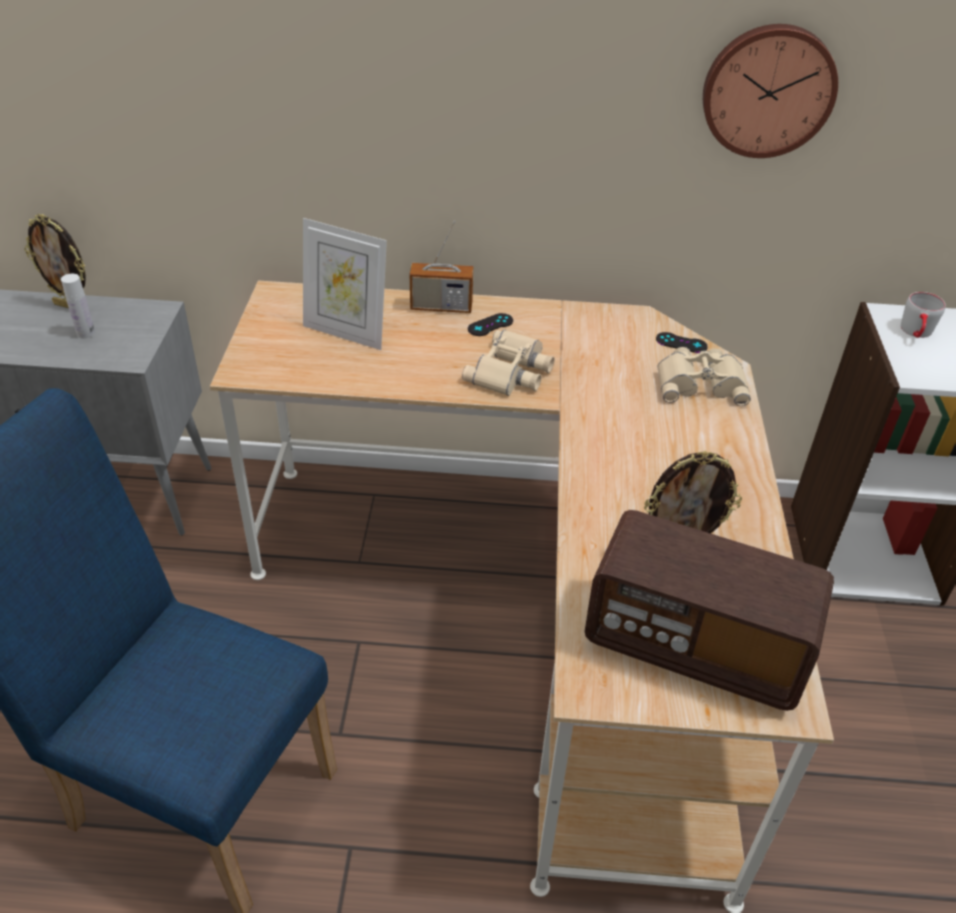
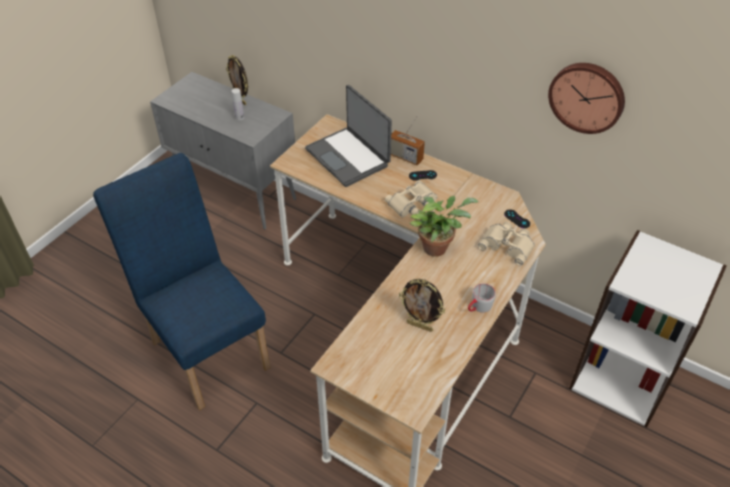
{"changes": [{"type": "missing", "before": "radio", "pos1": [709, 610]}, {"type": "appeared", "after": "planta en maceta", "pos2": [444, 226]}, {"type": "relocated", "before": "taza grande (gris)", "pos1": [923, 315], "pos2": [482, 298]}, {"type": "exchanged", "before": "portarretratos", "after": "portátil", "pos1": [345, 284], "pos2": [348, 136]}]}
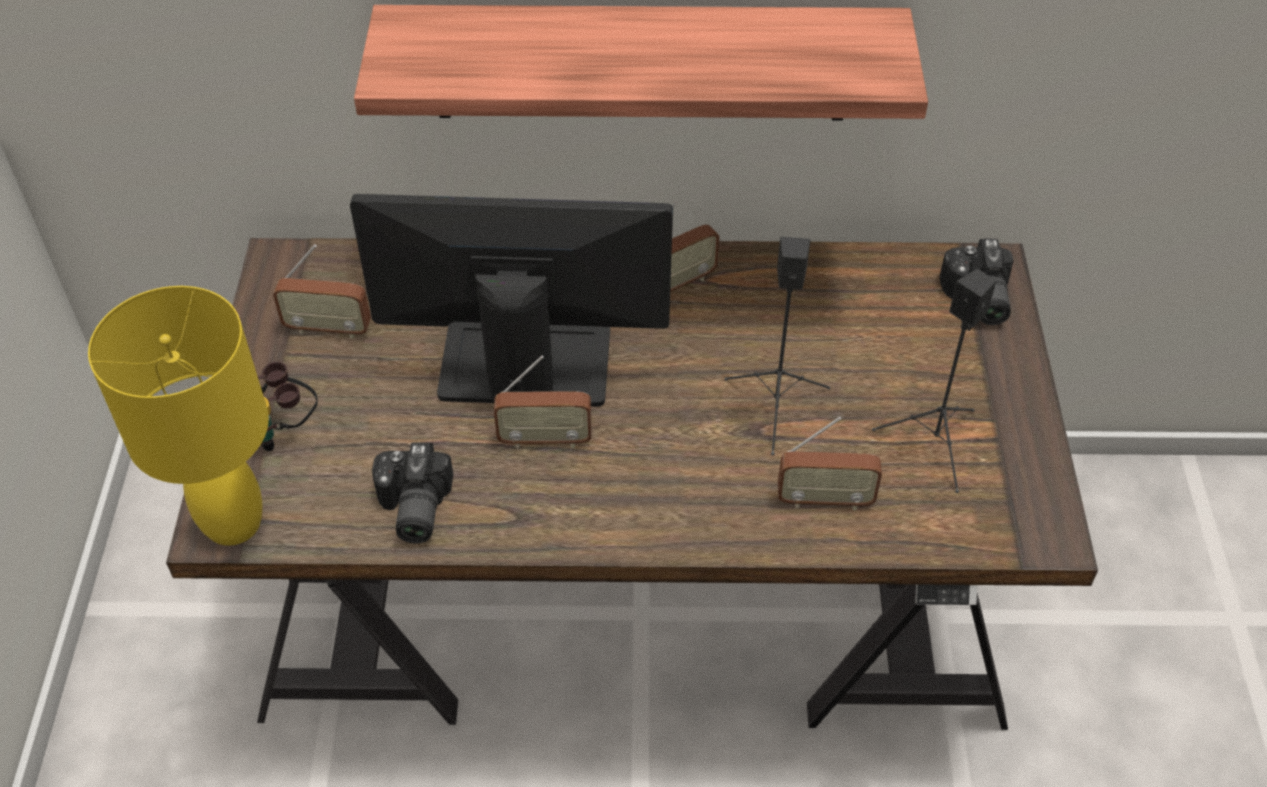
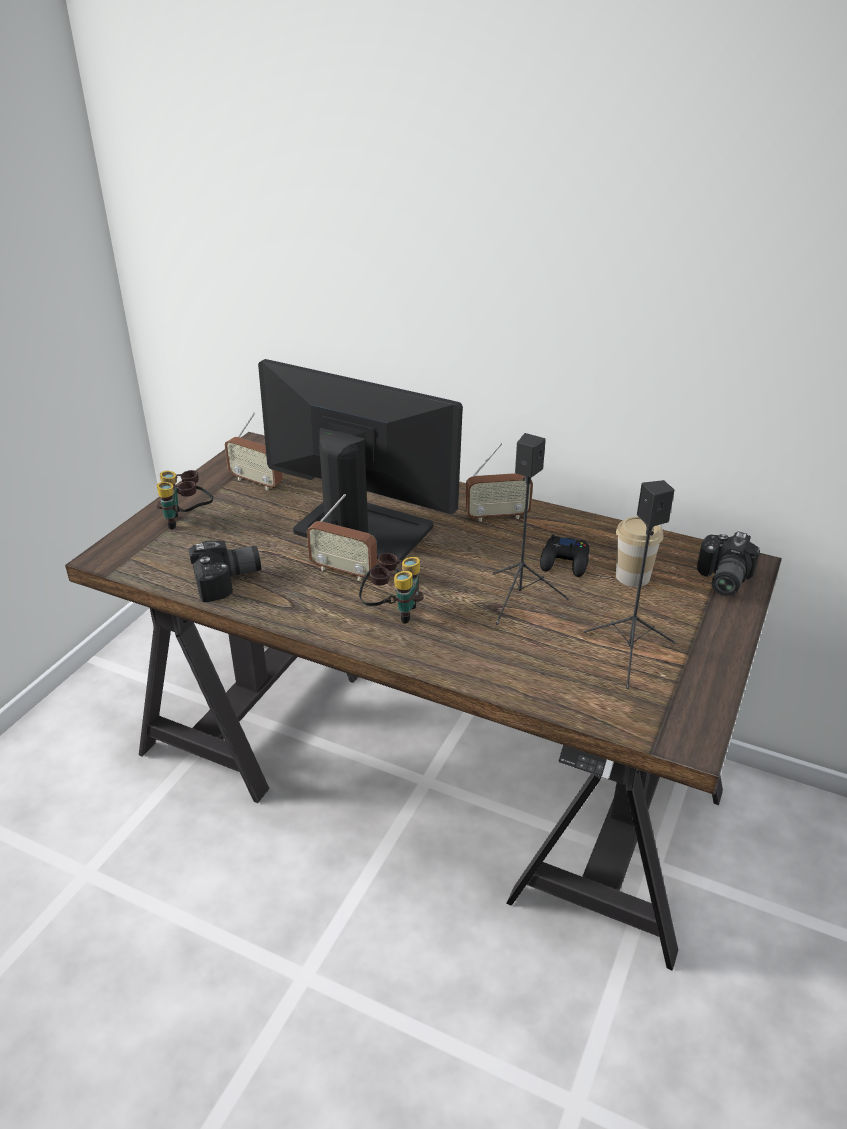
{"changes": [{"type": "missing", "before": "lámpara de mesa (amarillo)", "pos1": [178, 416]}, {"type": "missing", "before": "estante", "pos1": [641, 62]}, {"type": "missing", "before": "radio", "pos1": [830, 464]}, {"type": "appeared", "after": "prismáticos", "pos2": [391, 588]}, {"type": "appeared", "after": "mando de consola (negro)", "pos2": [565, 556]}, {"type": "appeared", "after": "taza", "pos2": [639, 551]}, {"type": "spun", "before": "cámara", "pos1": [412, 493], "pos2": [224, 571], "turn": -135}]}
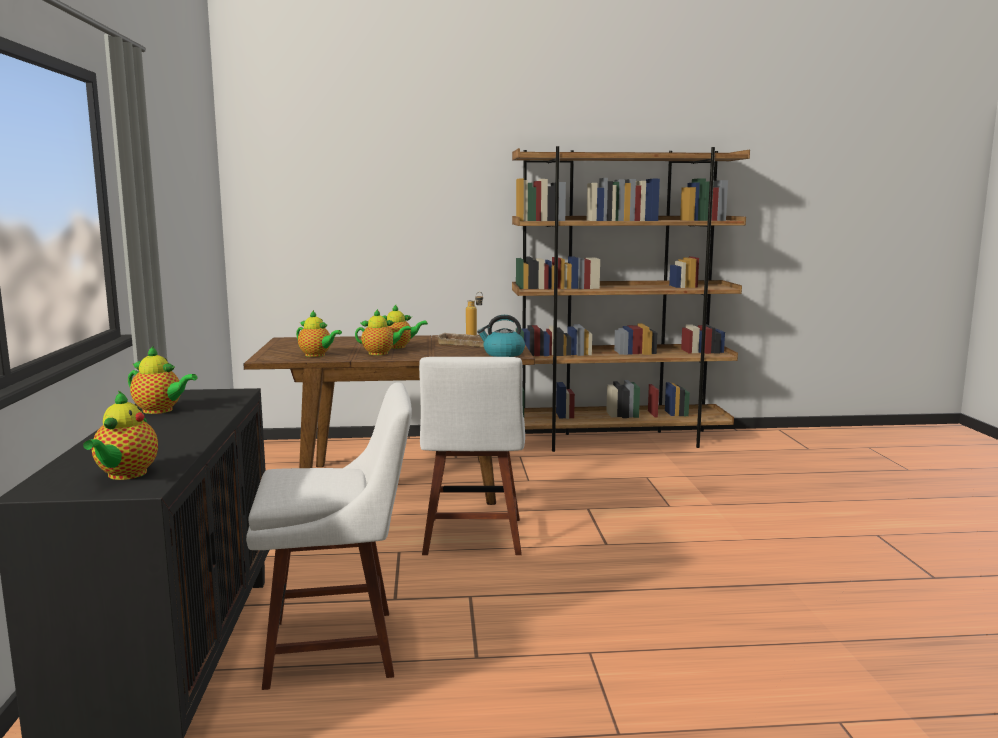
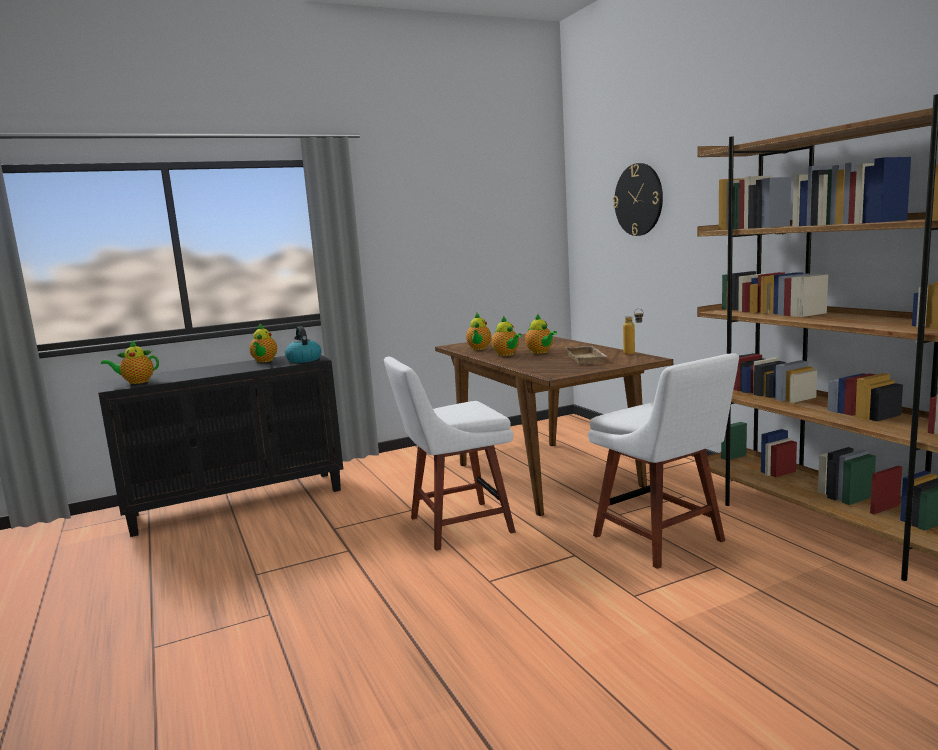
{"changes": [{"type": "appeared", "after": "reloj de pared", "pos2": [638, 199]}, {"type": "relocated", "before": "silla (blanco)", "pos1": [329, 536], "pos2": [663, 461]}, {"type": "relocated", "before": "hervidor", "pos1": [501, 336], "pos2": [303, 344]}]}
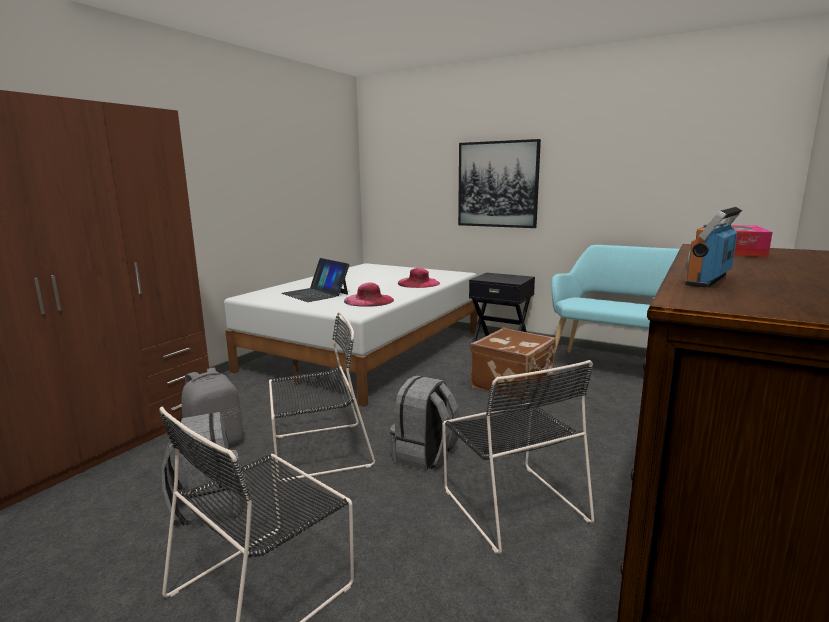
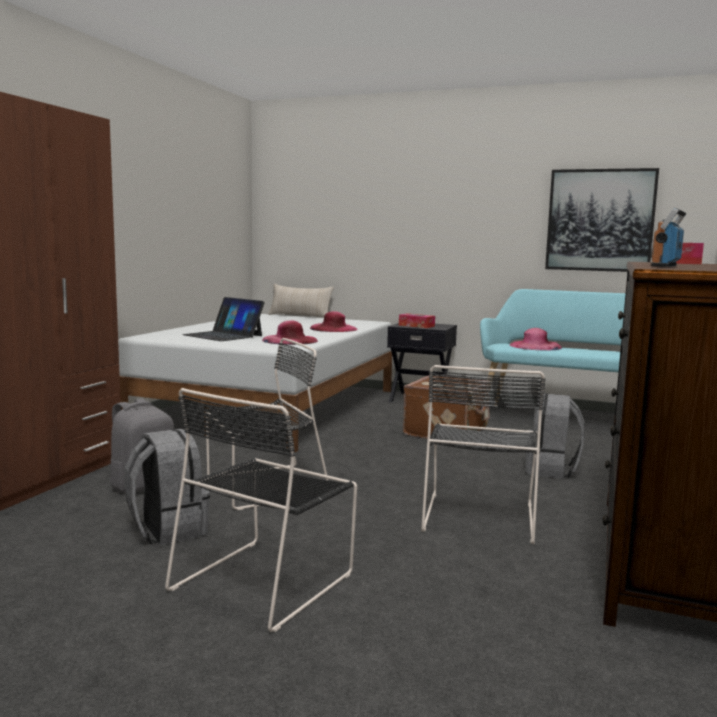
{"changes": [{"type": "appeared", "after": "cojín (beis)", "pos2": [301, 301]}, {"type": "appeared", "after": "caja de pañuelos", "pos2": [417, 320]}, {"type": "appeared", "after": "sombrero (rosa)", "pos2": [536, 339]}, {"type": "relocated", "before": "mochila (gris)", "pos1": [425, 423], "pos2": [554, 436]}, {"type": "relocated", "before": "cuadro", "pos1": [499, 183], "pos2": [602, 220]}, {"type": "spun", "before": "silla (negro)", "pos1": [518, 457], "pos2": [483, 454], "turn": 45}]}
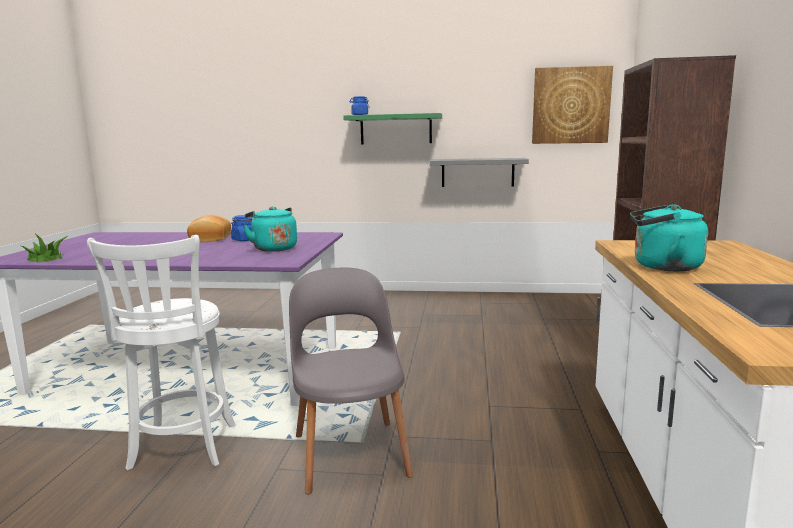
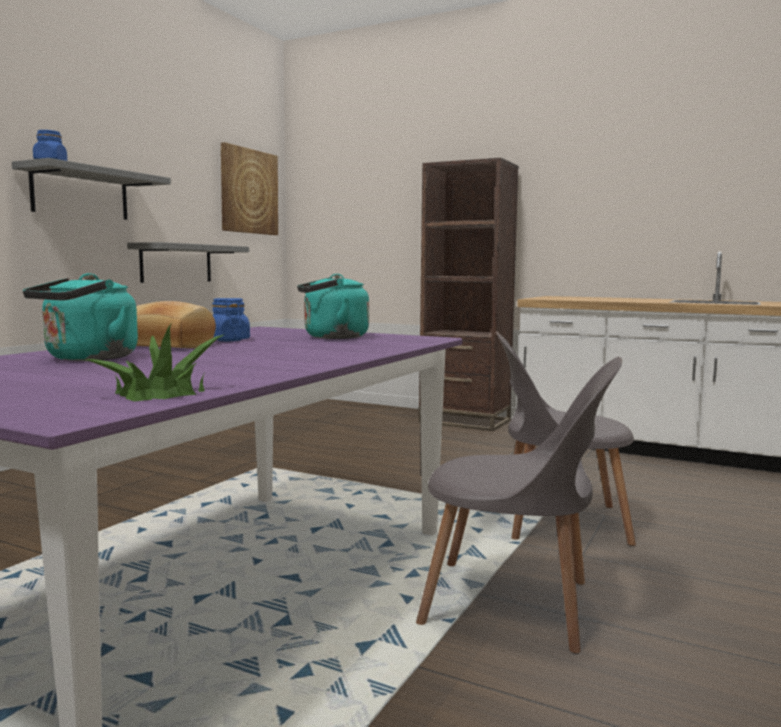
{"changes": [{"type": "relocated", "before": "hervidor (turquesa)", "pos1": [669, 237], "pos2": [80, 317]}, {"type": "exchanged", "before": "taburete (blanco)", "after": "silla (gris)", "pos1": [161, 353], "pos2": [519, 505]}, {"type": "colour", "before": "estante (verde)", "after": "estante (gris)", "pos1": [392, 129], "pos2": [91, 189]}]}
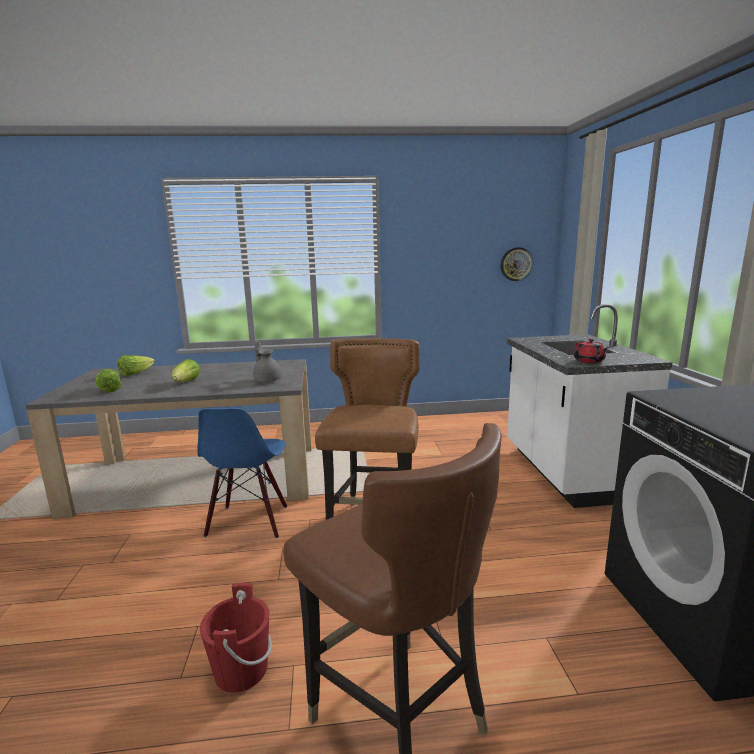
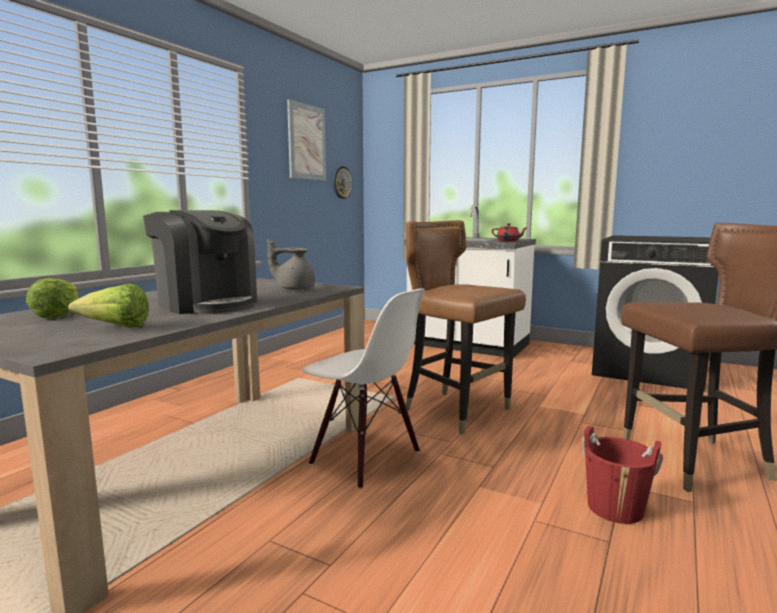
{"changes": [{"type": "appeared", "after": "cuadro", "pos2": [306, 140]}, {"type": "exchanged", "before": "lechuga", "after": "cafetera", "pos1": [186, 370], "pos2": [200, 262]}, {"type": "colour", "before": "silla (azul)", "after": "silla (blanco)", "pos1": [242, 473], "pos2": [363, 389]}]}
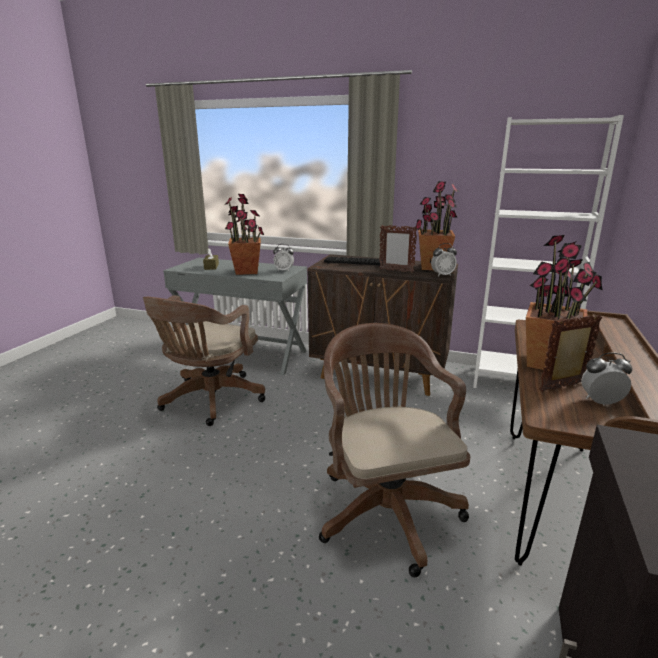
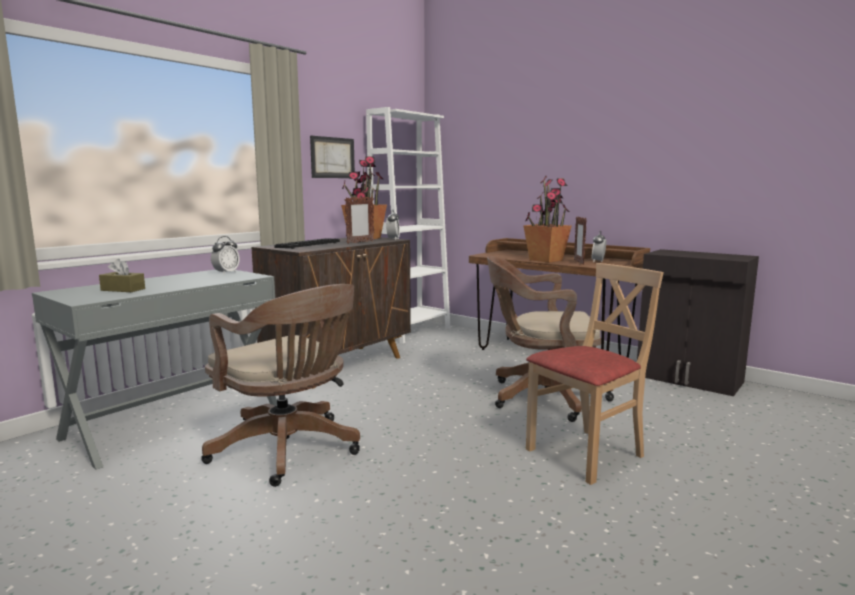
{"changes": [{"type": "missing", "before": "planta en maceta", "pos1": [244, 234]}, {"type": "appeared", "after": "cuadro", "pos2": [332, 157]}, {"type": "appeared", "after": "silla (beis)", "pos2": [595, 374]}]}
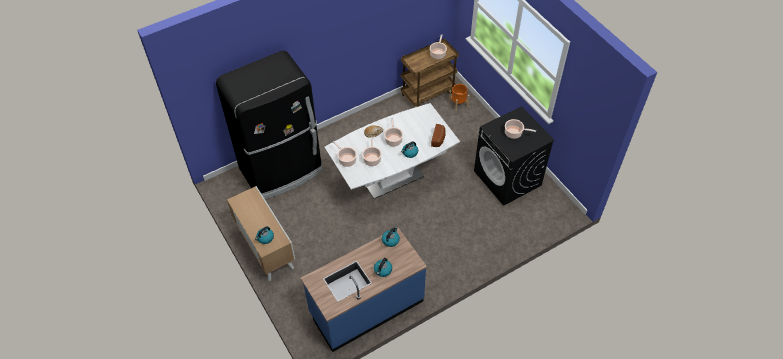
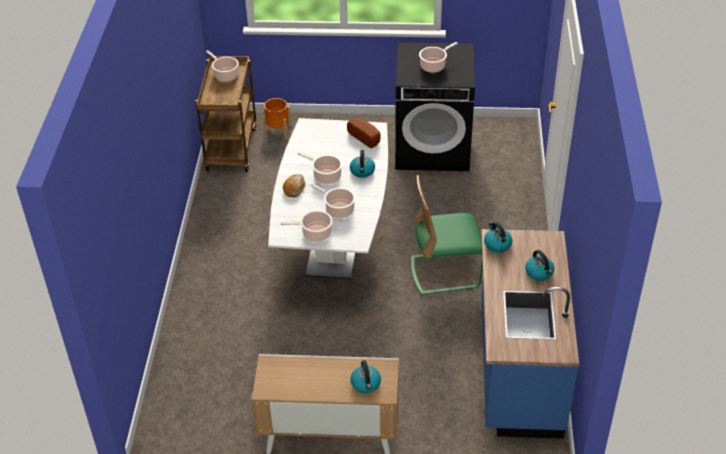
{"changes": [{"type": "missing", "before": "nevera (negro)", "pos1": [269, 125]}, {"type": "appeared", "after": "silla (verde)", "pos2": [447, 235]}]}
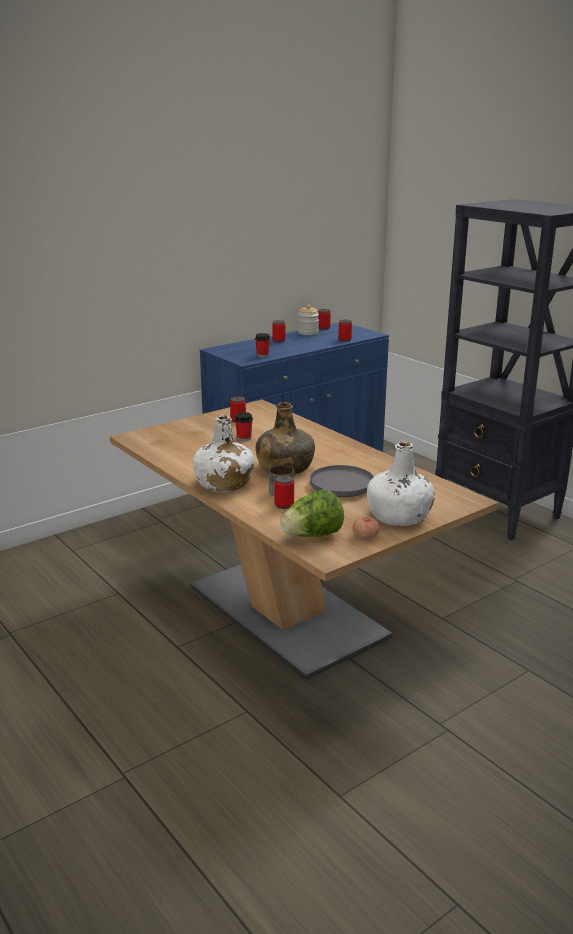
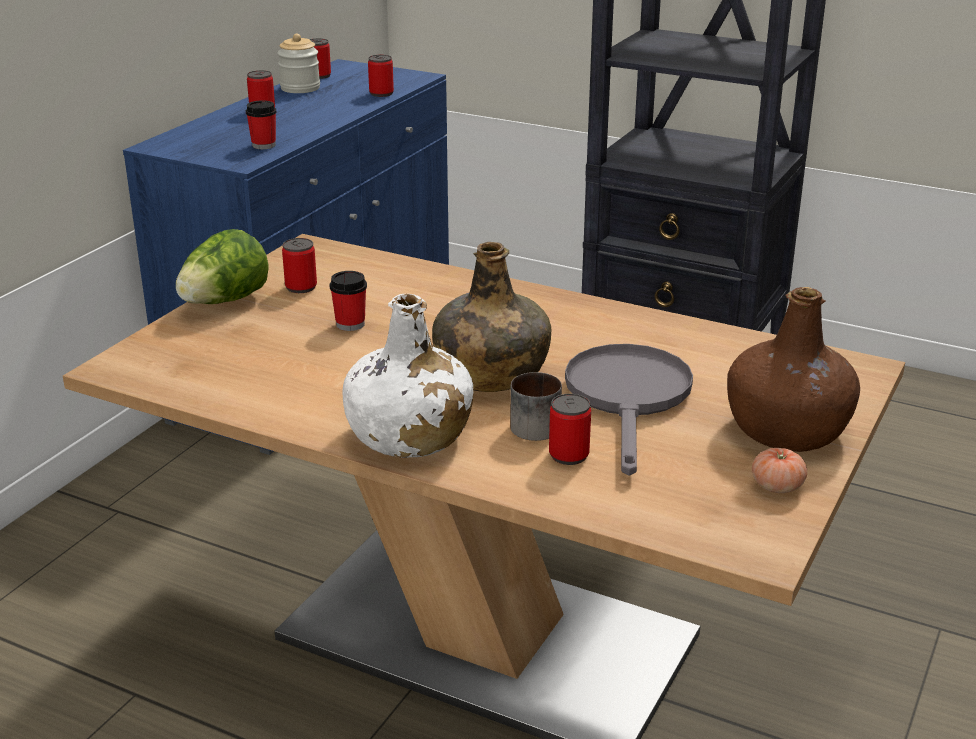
{"changes": [{"type": "relocated", "before": "lechuga", "pos1": [312, 513], "pos2": [222, 266]}, {"type": "colour", "before": "botella (blanco)", "after": "botella (marrón)", "pos1": [401, 484], "pos2": [793, 369]}]}
